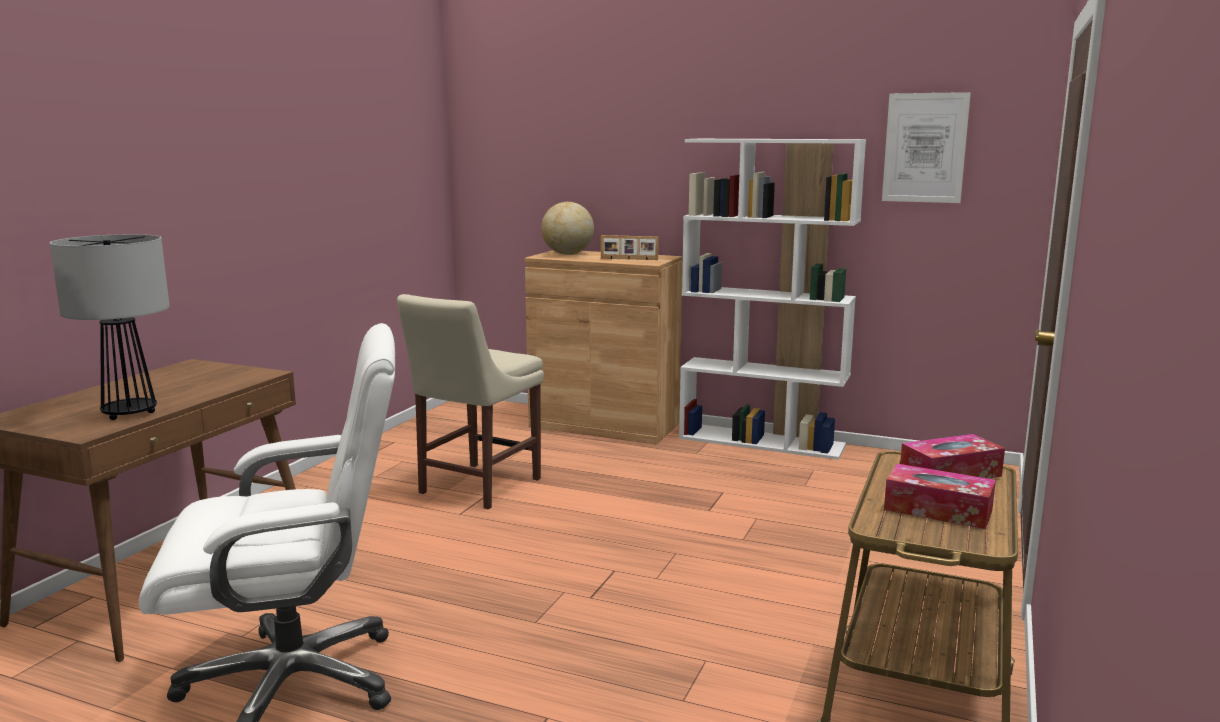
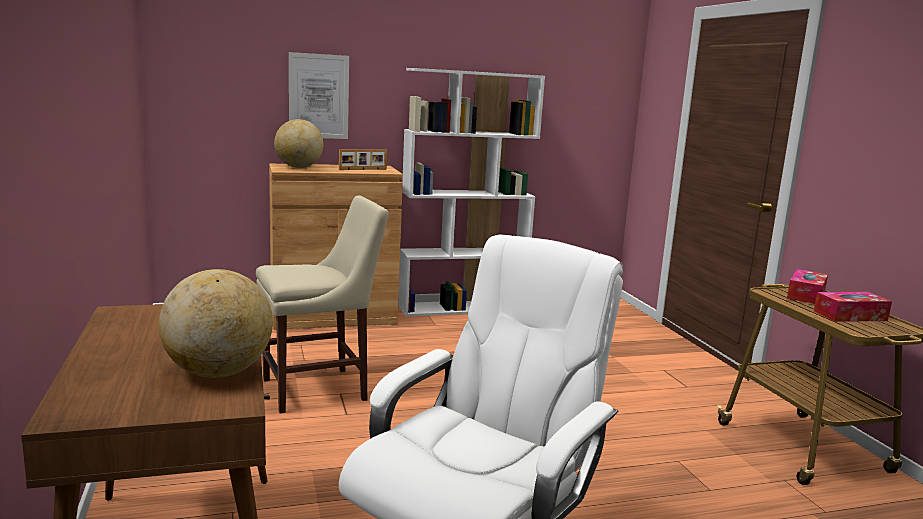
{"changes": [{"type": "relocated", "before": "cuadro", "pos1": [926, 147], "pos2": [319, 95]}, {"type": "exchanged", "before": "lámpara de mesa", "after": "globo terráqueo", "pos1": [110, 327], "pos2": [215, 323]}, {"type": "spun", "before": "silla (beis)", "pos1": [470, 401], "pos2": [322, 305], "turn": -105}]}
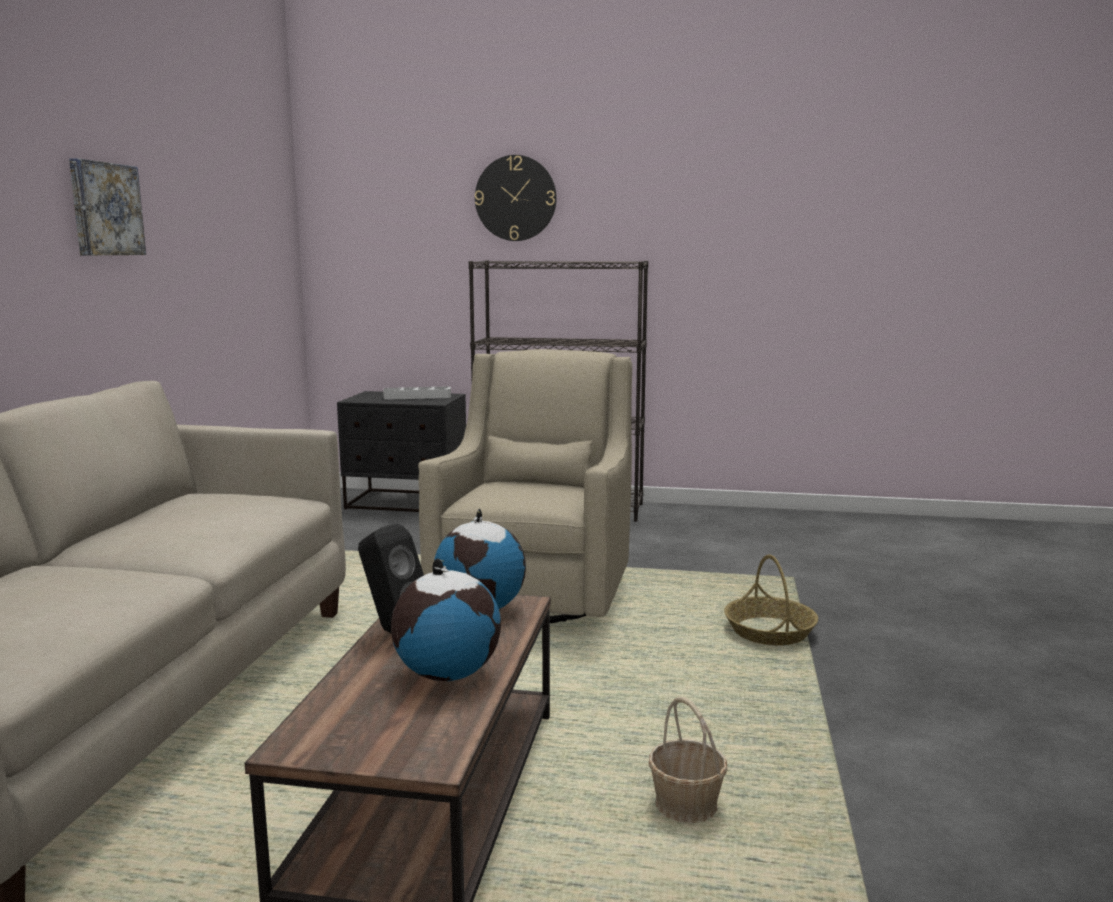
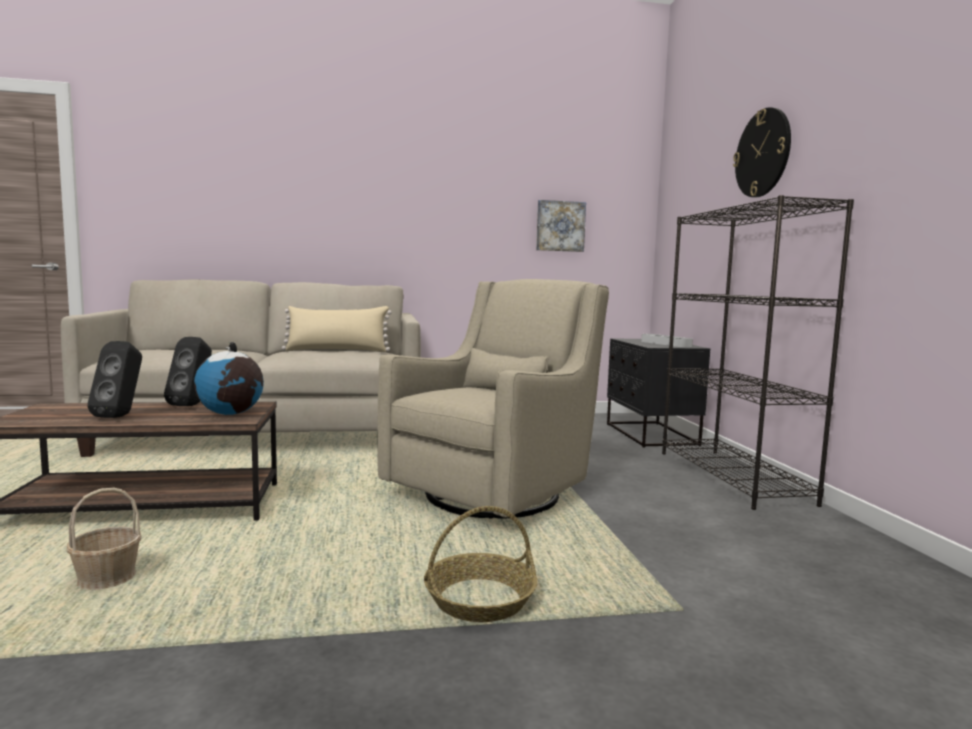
{"changes": [{"type": "appeared", "after": "cojín (beis)", "pos2": [337, 329]}, {"type": "relocated", "before": "cuadro", "pos1": [107, 206], "pos2": [561, 226]}, {"type": "exchanged", "before": "globo terráqueo", "after": "altavoz (negro)", "pos1": [446, 619], "pos2": [114, 379]}, {"type": "spun", "before": "sillón (beis)", "pos1": [525, 486], "pos2": [493, 399], "turn": -45}]}
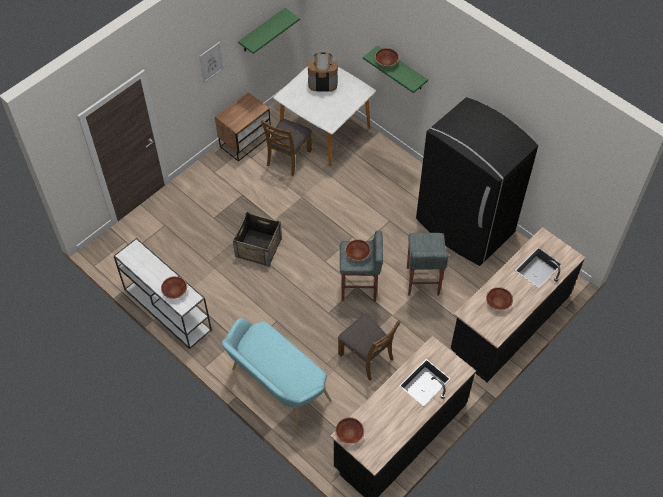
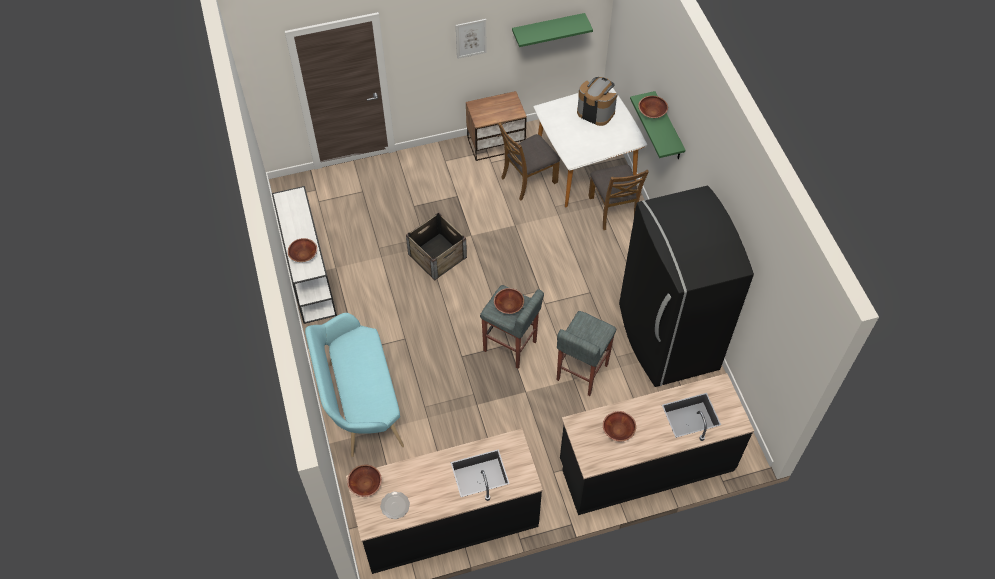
{"changes": [{"type": "appeared", "after": "plato", "pos2": [395, 505]}, {"type": "relocated", "before": "silla (marrón)", "pos1": [369, 347], "pos2": [619, 197]}]}
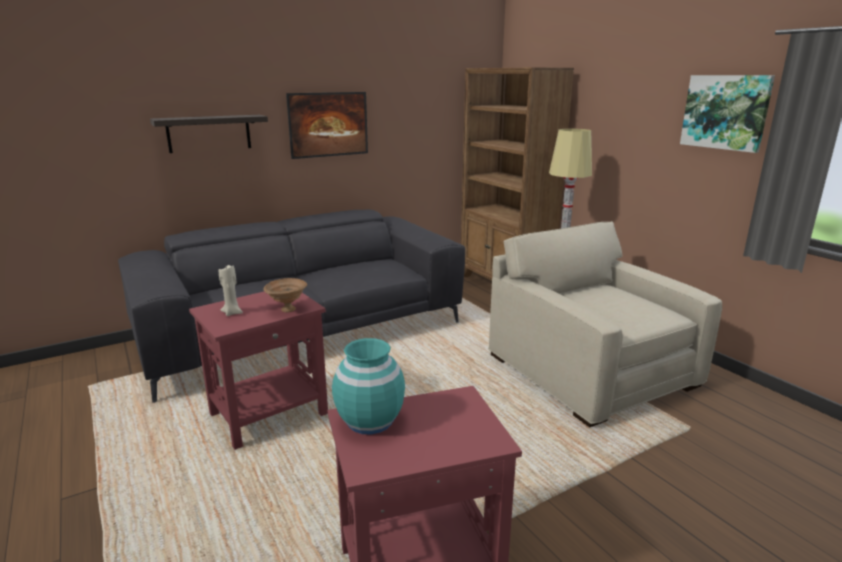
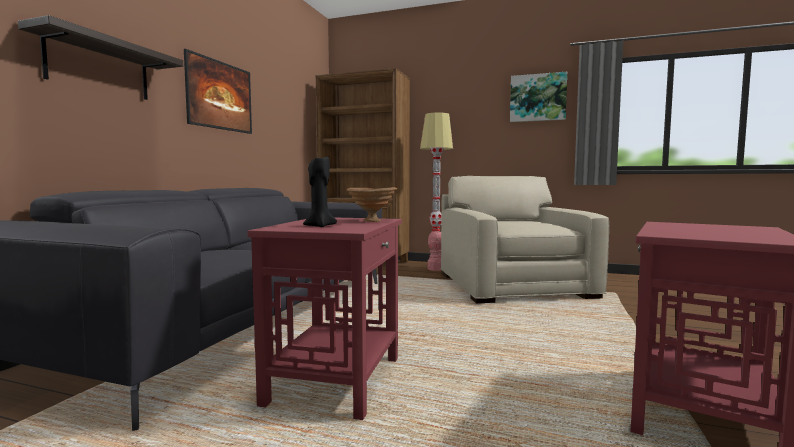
{"changes": [{"type": "missing", "before": "florero (turquesa)", "pos1": [368, 386]}, {"type": "colour", "before": "vela (beis)", "after": "vela (negro)", "pos1": [231, 290], "pos2": [320, 191]}, {"type": "spun", "before": "sillón (beis)", "pos1": [605, 324], "pos2": [525, 239], "turn": 60}]}
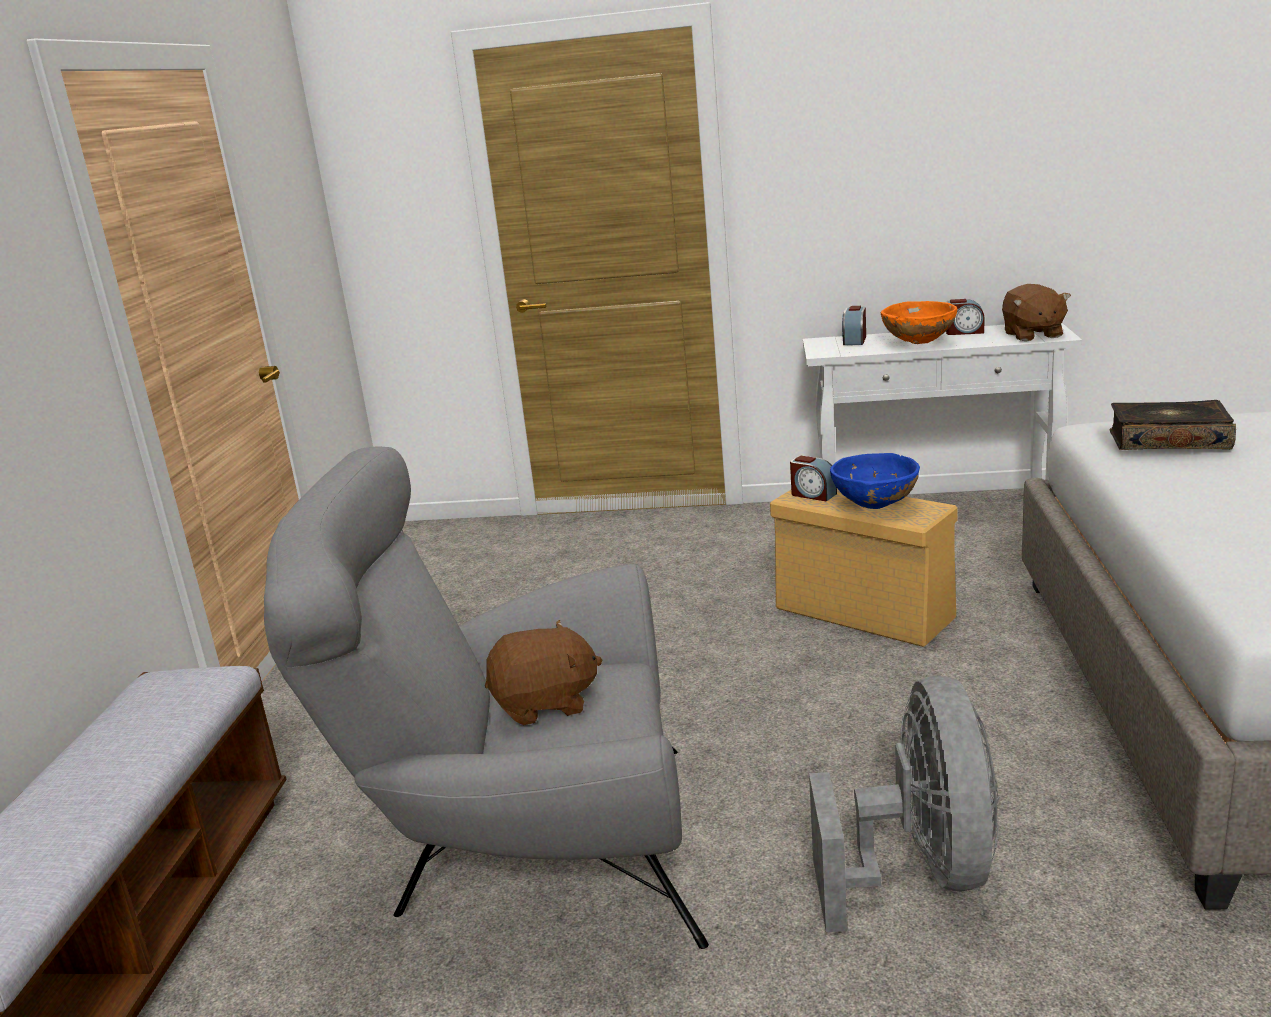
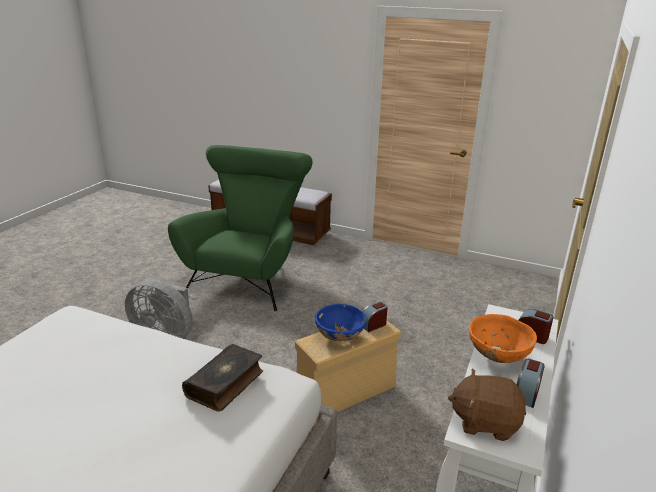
{"changes": [{"type": "missing", "before": "peluche (marrón)", "pos1": [543, 672]}, {"type": "colour", "before": "sillón (gris)", "after": "sillón (verde)", "pos1": [486, 697], "pos2": [240, 228]}]}
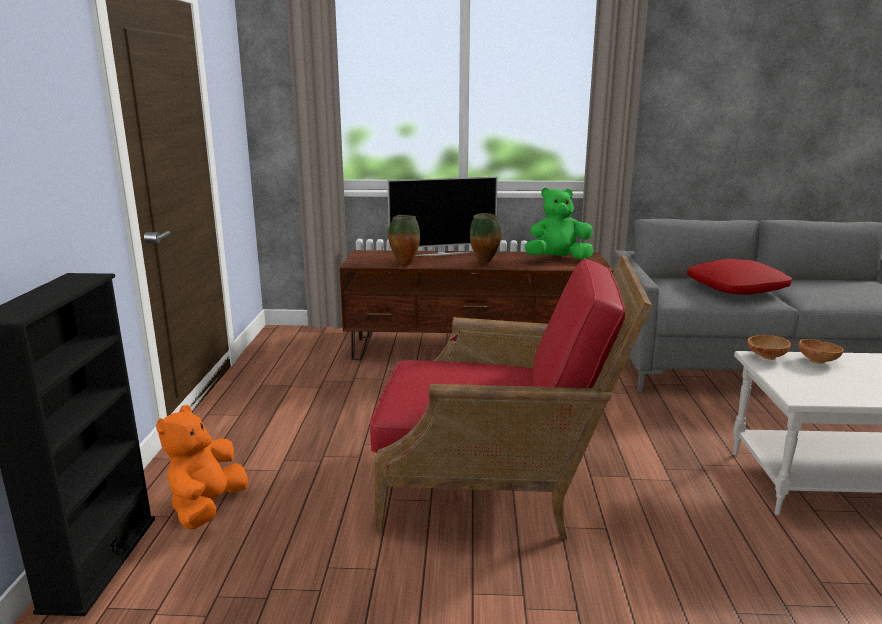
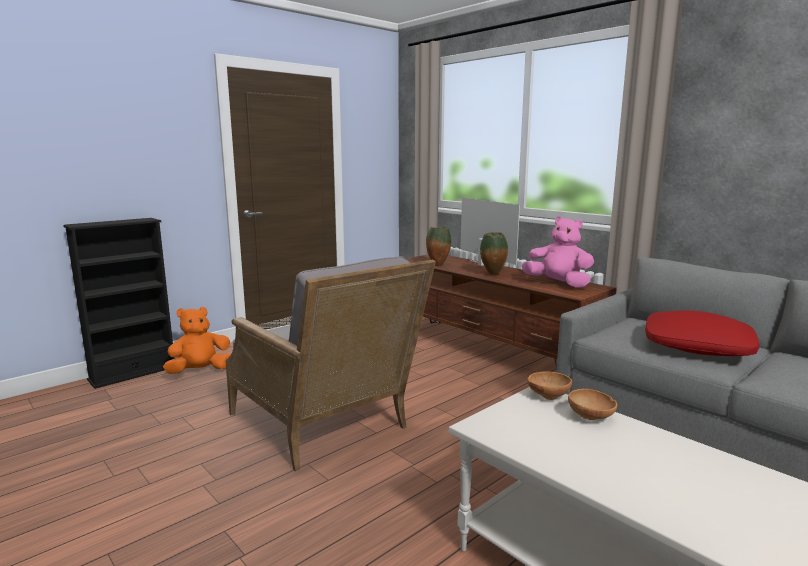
{"changes": [{"type": "colour", "before": "sillón (rojo)", "after": "sillón (gris)", "pos1": [511, 397], "pos2": [331, 364]}, {"type": "colour", "before": "peluche (verde)", "after": "peluche (rosa)", "pos1": [559, 223], "pos2": [557, 252]}, {"type": "spun", "before": "televisor", "pos1": [442, 216], "pos2": [490, 231], "turn": -150}]}
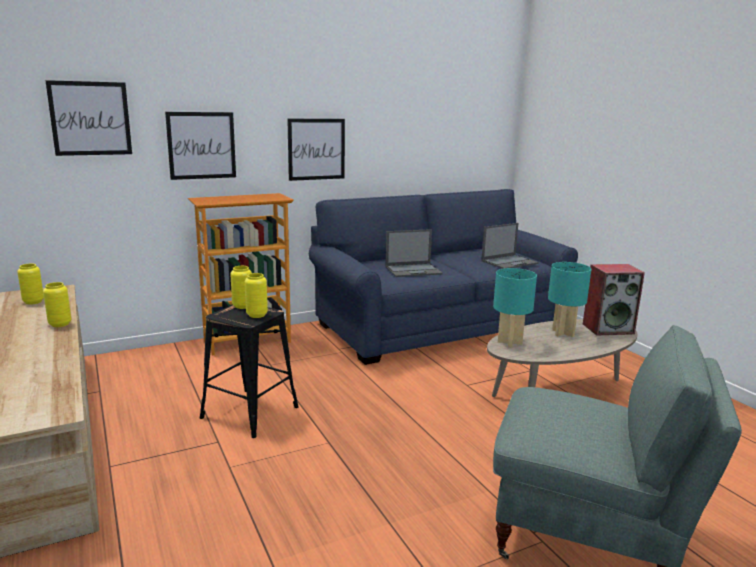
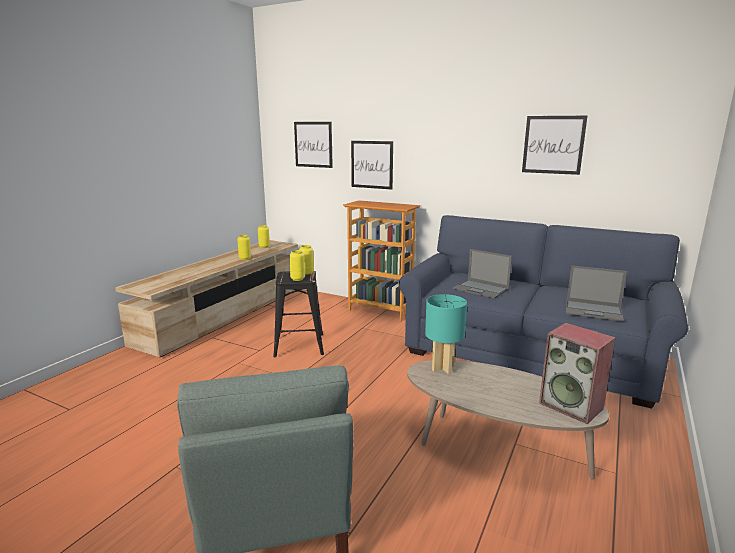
{"changes": [{"type": "missing", "before": "lámpara de mesa (turquesa)", "pos1": [569, 299]}, {"type": "relocated", "before": "cuadro", "pos1": [316, 150], "pos2": [555, 145]}]}
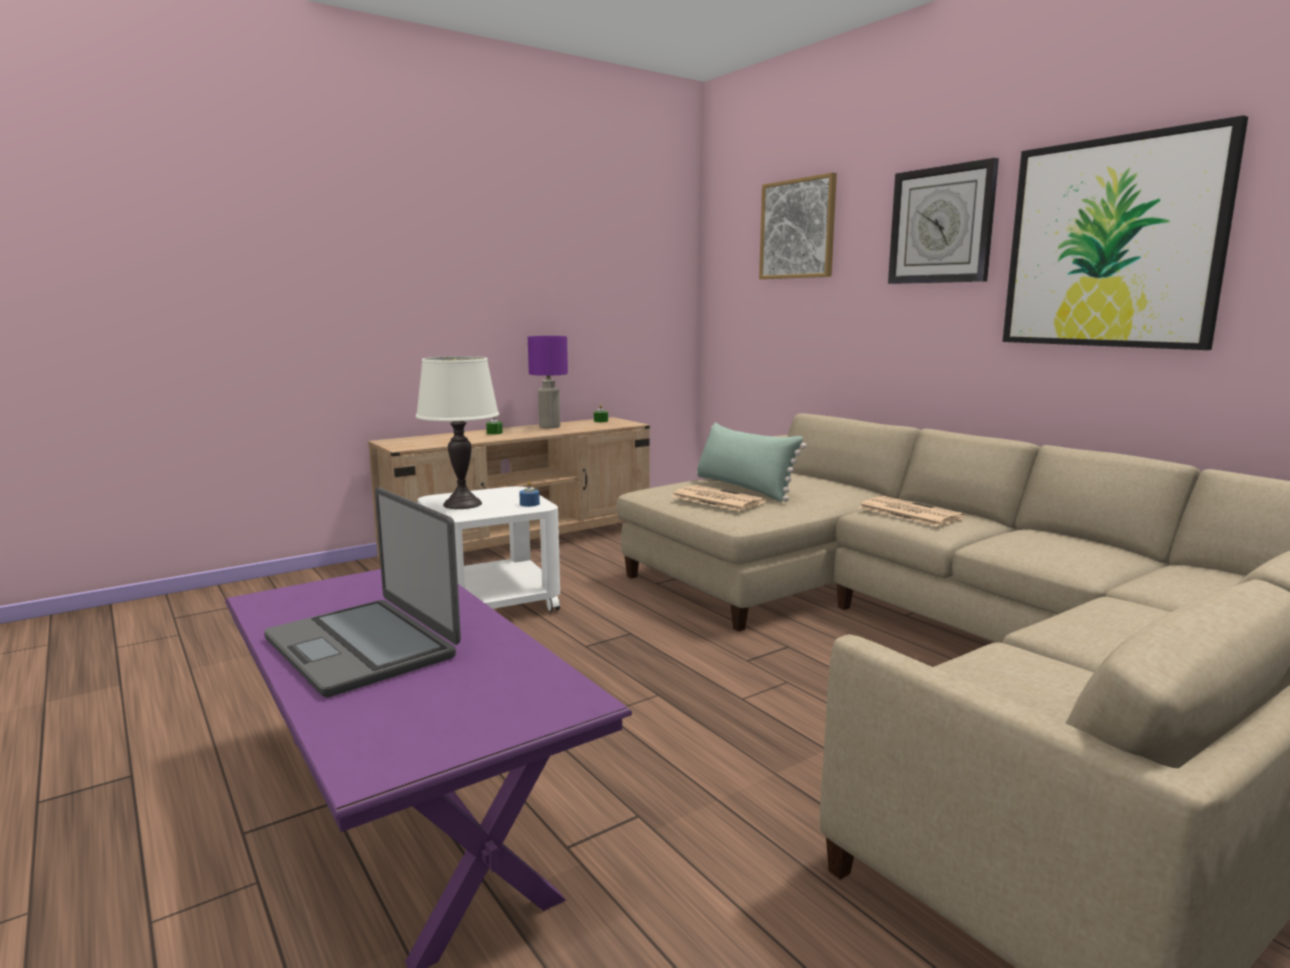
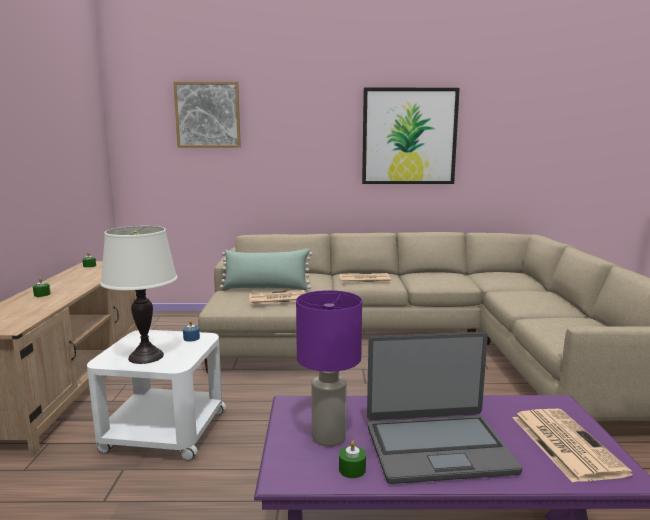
{"changes": [{"type": "missing", "before": "reloj de pared", "pos1": [943, 221]}, {"type": "appeared", "after": "vela (verde)", "pos2": [352, 459]}, {"type": "appeared", "after": "periódico", "pos2": [573, 446]}, {"type": "relocated", "before": "lámpara de mesa (morado)", "pos1": [548, 382], "pos2": [329, 368]}]}
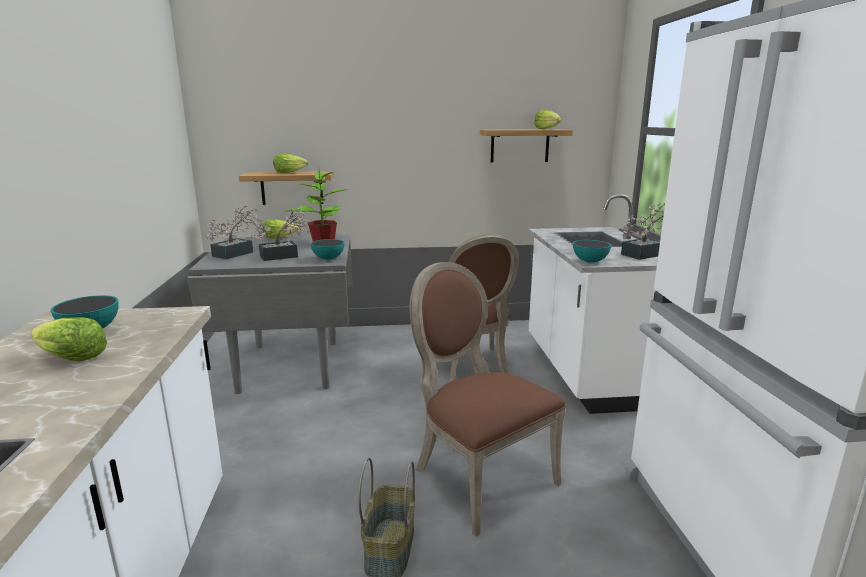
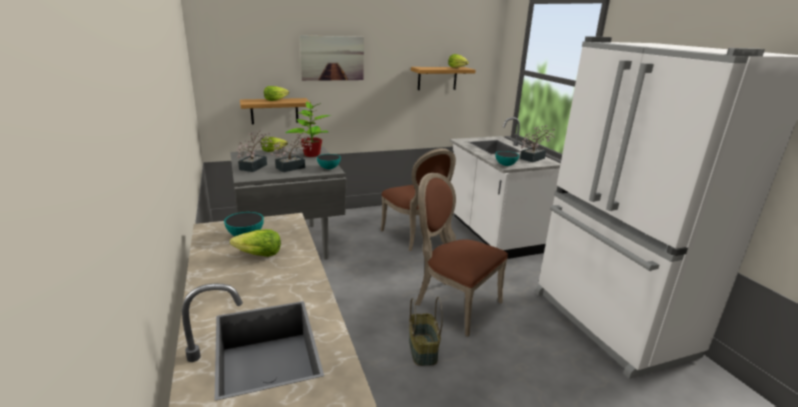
{"changes": [{"type": "appeared", "after": "cuadro", "pos2": [332, 58]}]}
